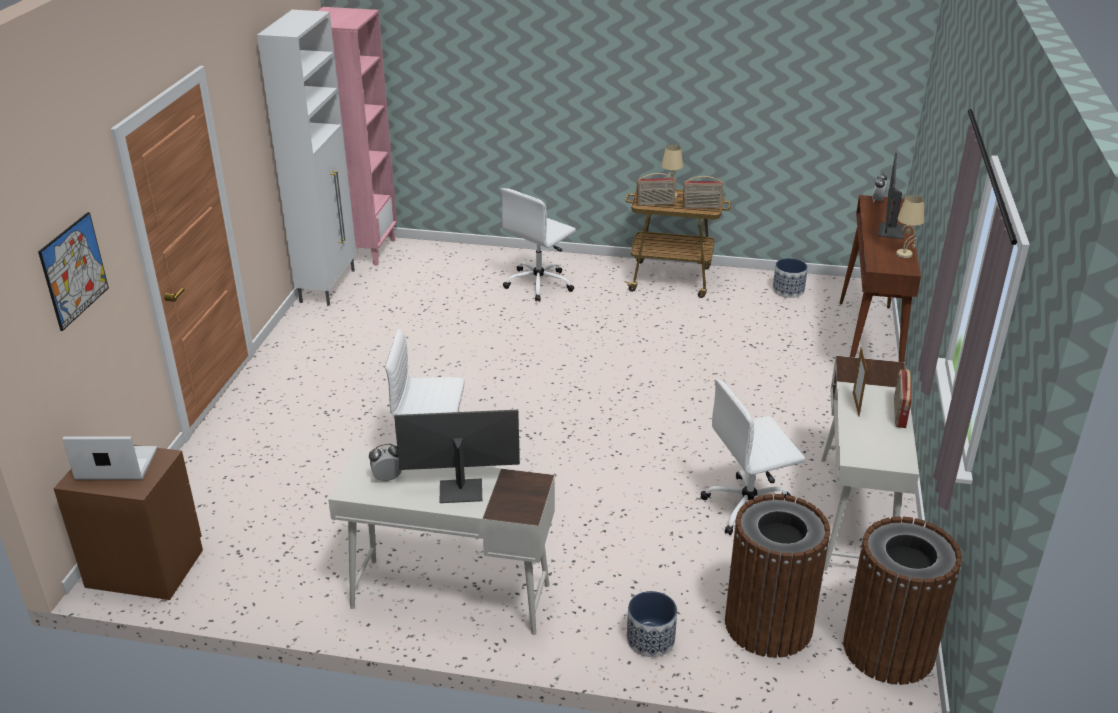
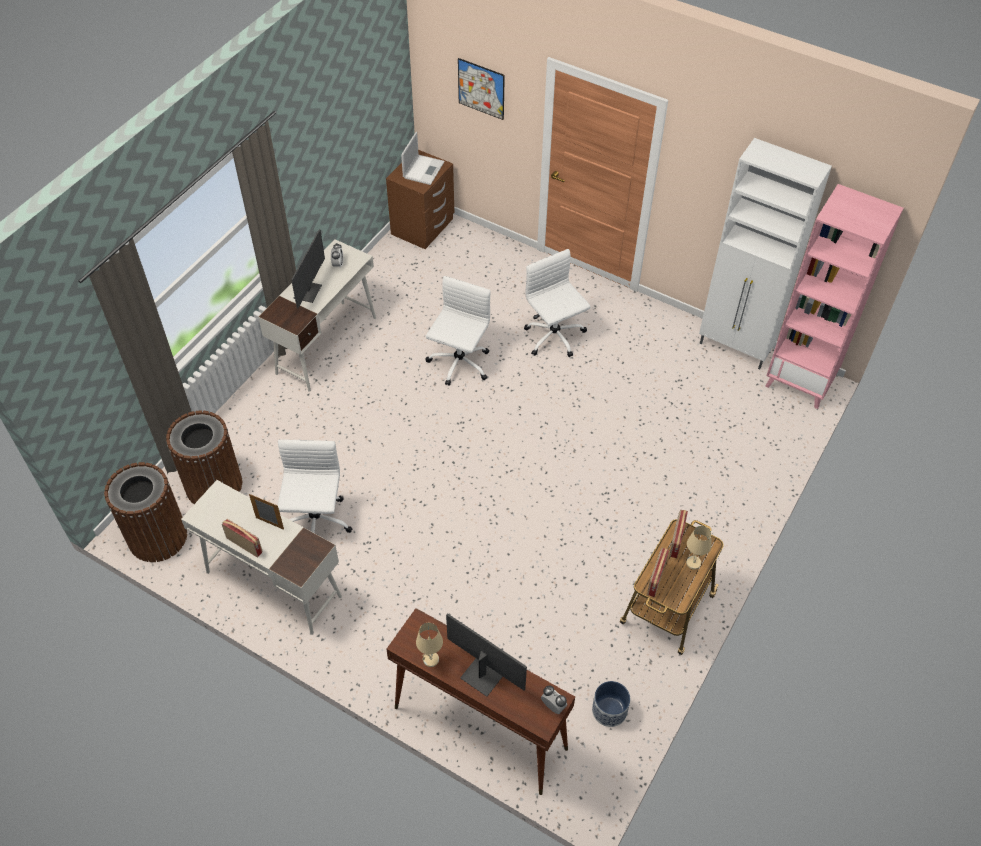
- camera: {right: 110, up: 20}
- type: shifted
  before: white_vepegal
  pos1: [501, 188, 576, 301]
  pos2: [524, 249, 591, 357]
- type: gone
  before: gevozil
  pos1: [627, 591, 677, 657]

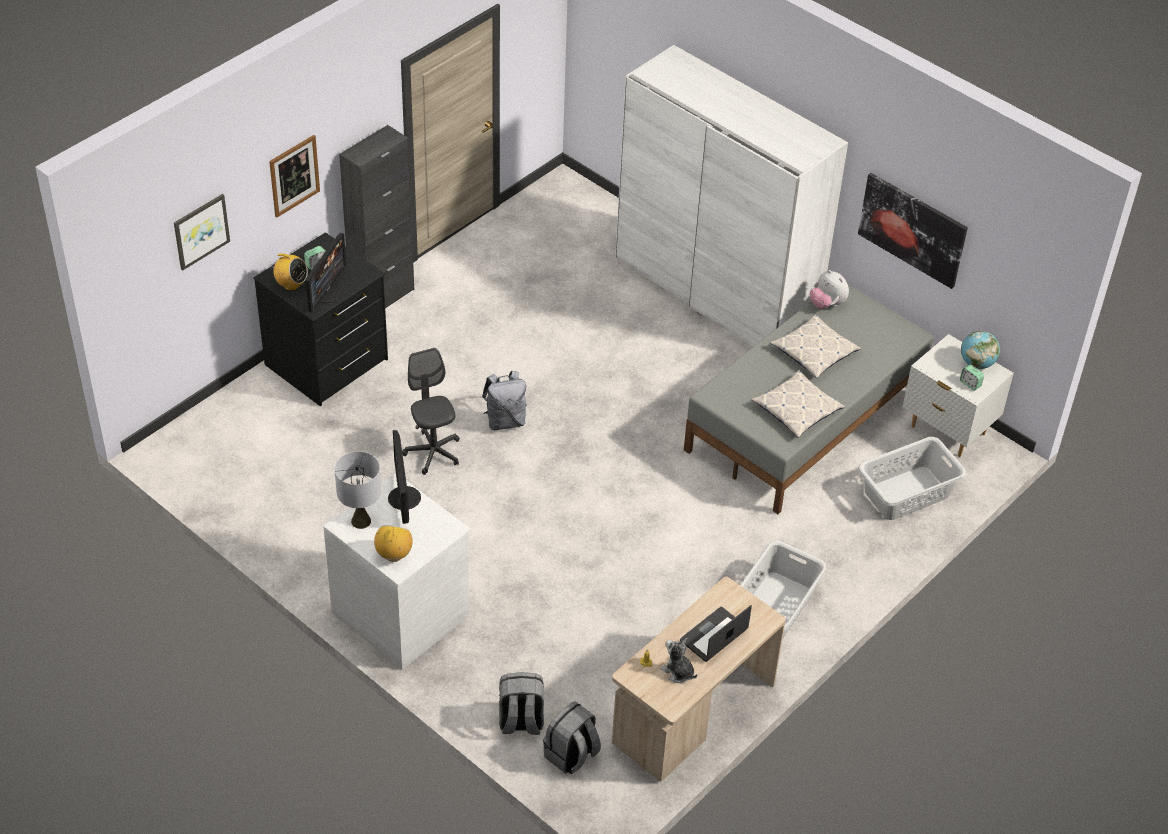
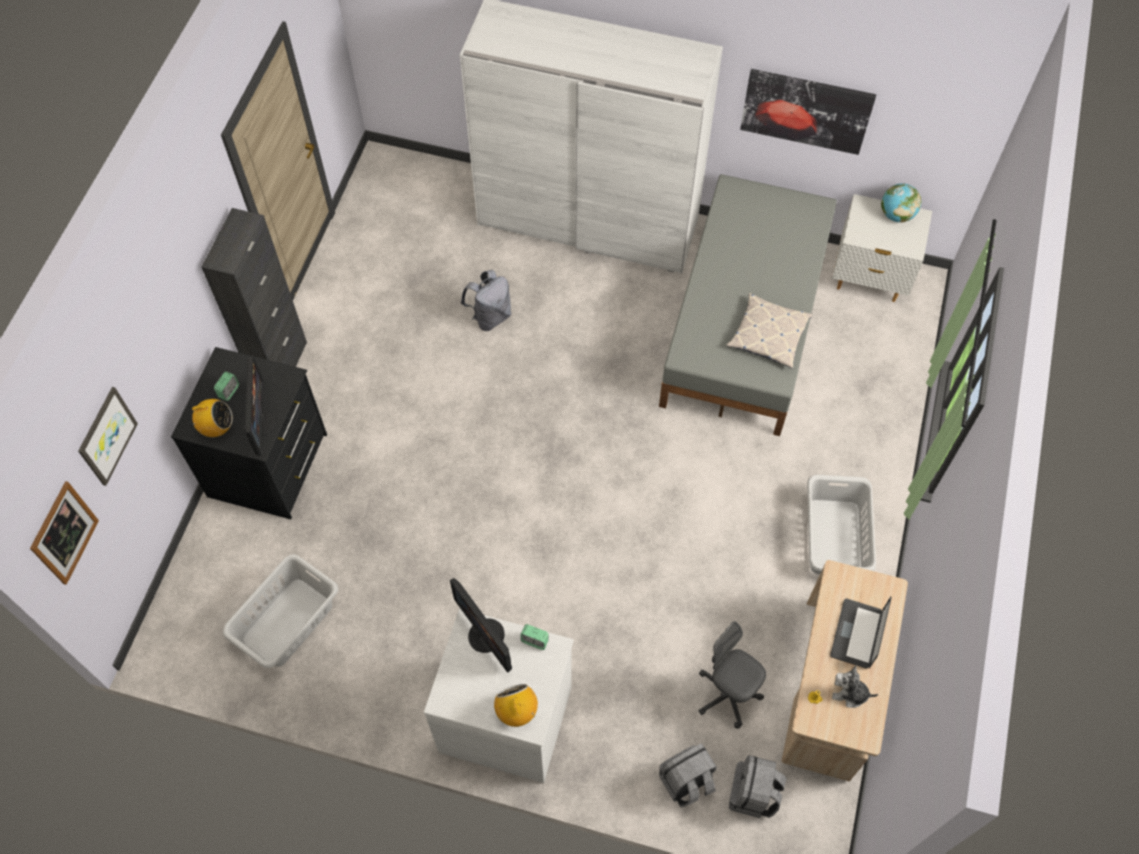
- camera: {right: -25, up: 15}
- type: shifted
  before: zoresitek
  pos1: [269, 135, 320, 218]
  pos2: [30, 481, 99, 585]
- type: shifted
  before: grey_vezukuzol
  pos1: [858, 437, 966, 520]
  pos2: [223, 554, 338, 668]
- type: shifted
  before: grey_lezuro
  pos1: [482, 371, 527, 431]
  pos2: [461, 270, 511, 331]
- type: shifted
  before: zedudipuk
  pos1: [960, 364, 984, 391]
  pos2: [521, 624, 549, 650]
- type: shifted
  before: grey_vepegal
  pos1: [402, 348, 460, 475]
  pos2: [699, 621, 766, 728]
- type: gone
  before: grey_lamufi
  pos1: [335, 451, 381, 529]
- type: gone
  before: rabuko
  pos1: [770, 314, 861, 378]
- type: gone
  before: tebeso
  pos1: [810, 270, 849, 309]

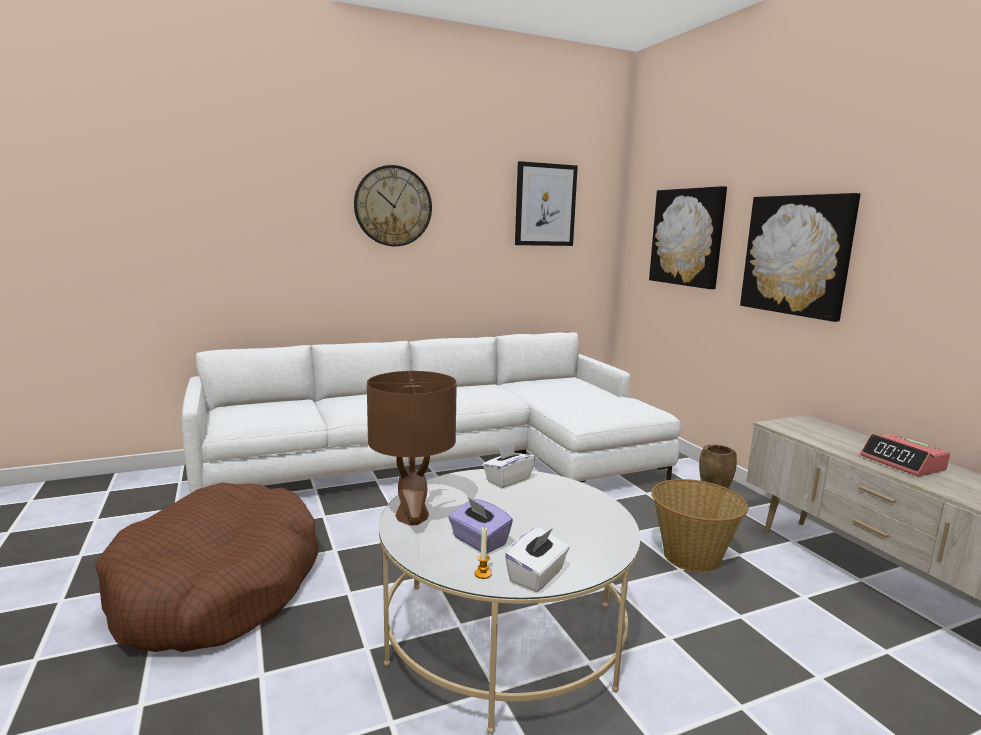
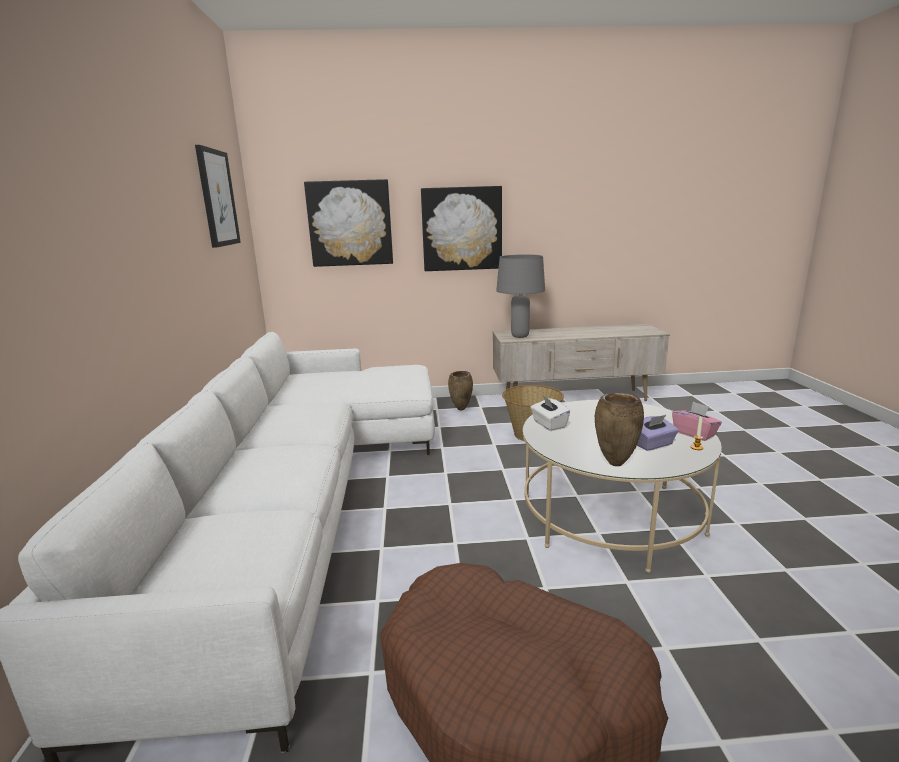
- camera: {right: -70, up: 5}
- type: new
  after: grey_lamufi
  pos2: [496, 254, 545, 338]
- type: swapped
  before: brown_lamufi
  after: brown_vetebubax
  pos1: [367, 371, 457, 526]
  pos2: [595, 393, 644, 466]
- type: repainted
  before: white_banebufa
  after: pink_banebufa
  pos1: [505, 528, 570, 592]
  pos2: [672, 402, 722, 441]
- type: gone
  before: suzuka
  pos1: [354, 165, 432, 247]
- type: gone
  before: zedudipuk
  pos1: [860, 434, 950, 476]

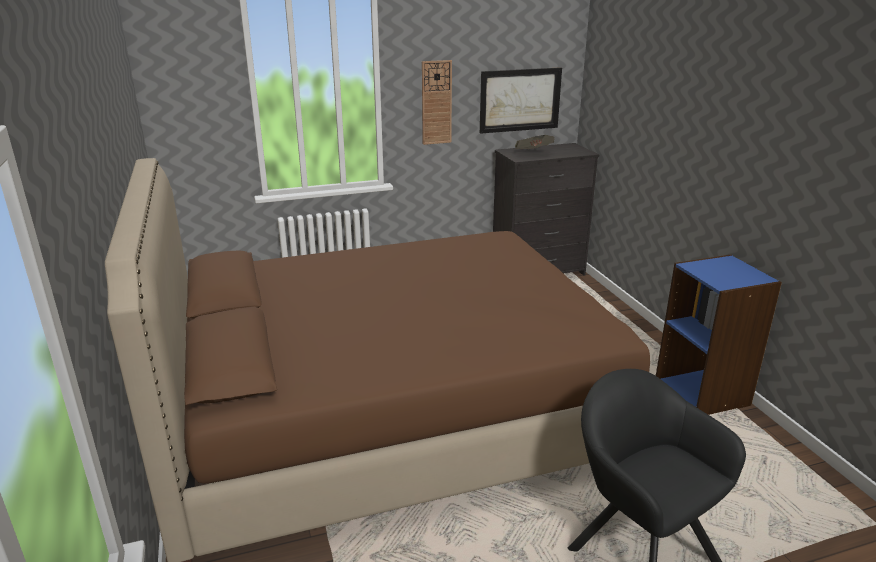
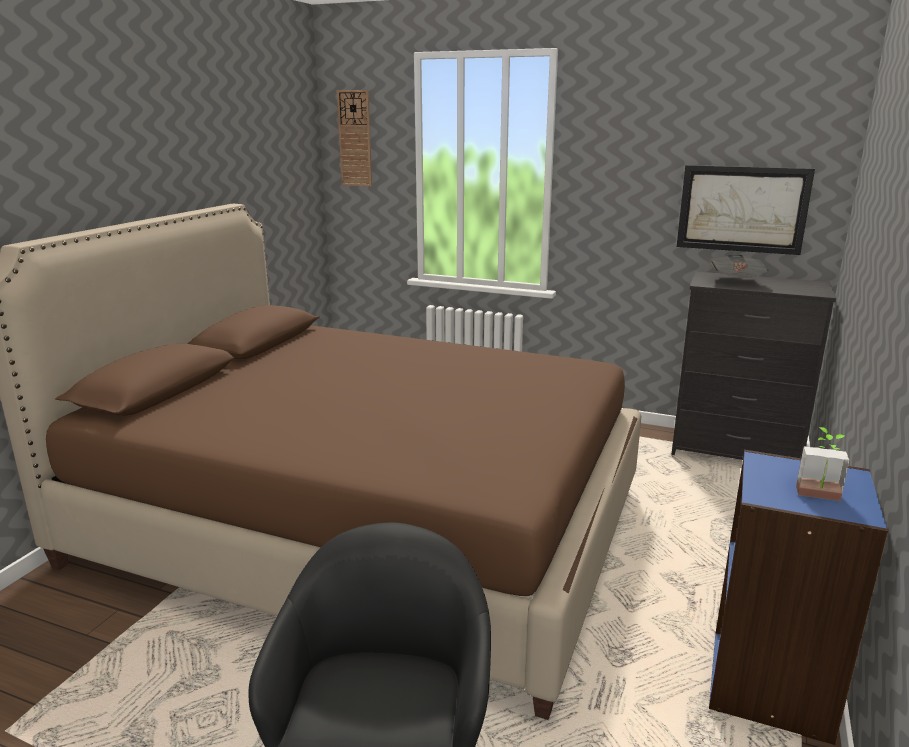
- camera: {right: 40, up: -5}
- type: shifted
  before: suzuka
  pos1: [422, 60, 452, 145]
  pos2: [337, 90, 372, 186]
- type: new
  after: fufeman
  pos2: [796, 427, 850, 501]

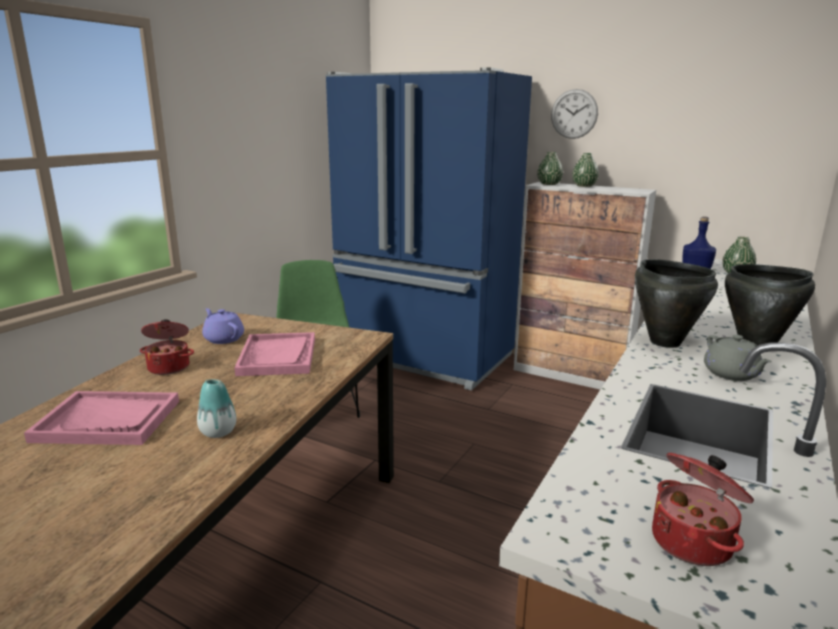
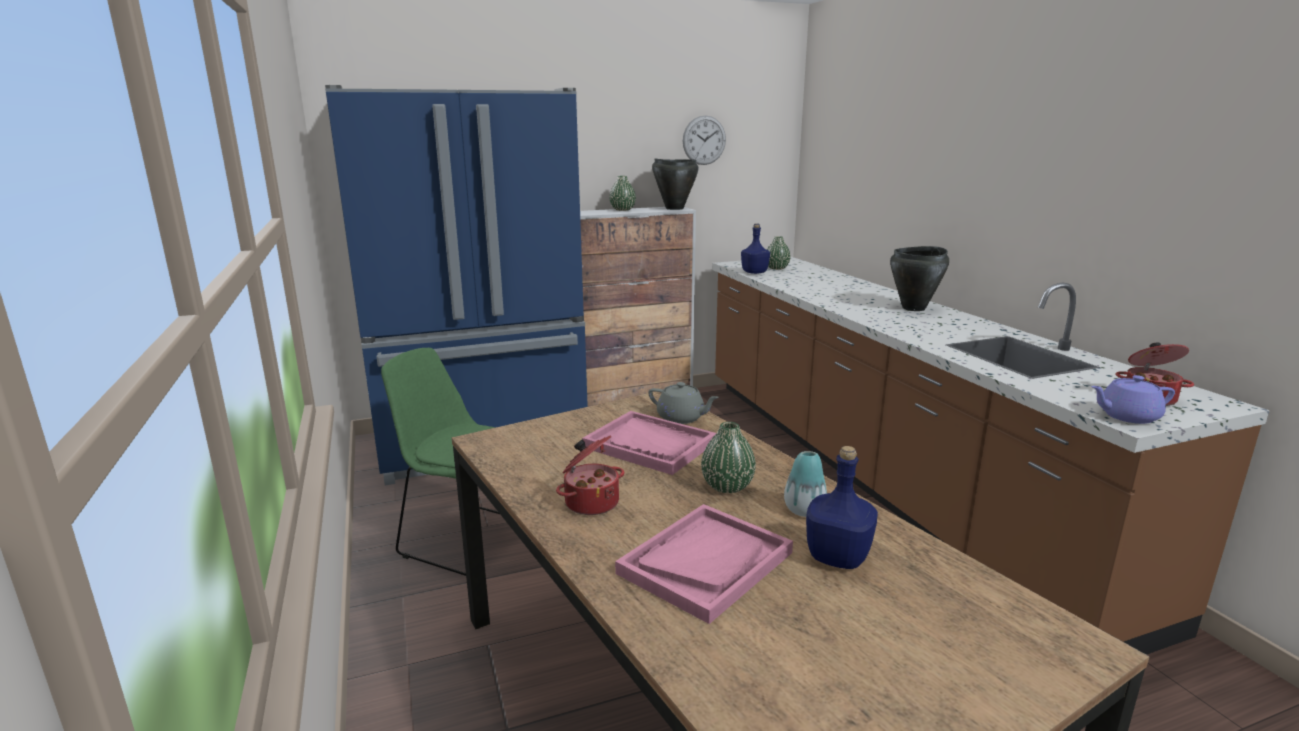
- camera: {right: -50, up: 0}
- type: shifted
  before: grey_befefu
  pos1: [704, 335, 772, 381]
  pos2: [648, 382, 719, 424]
- type: shifted
  before: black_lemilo
  pos1: [635, 259, 718, 348]
  pos2: [652, 158, 698, 210]
- type: shifted
  before: suzuka
  pos1: [551, 89, 598, 139]
  pos2: [683, 115, 726, 165]
- type: shifted
  before: green_vetebubax
  pos1: [538, 152, 563, 185]
  pos2: [701, 422, 756, 493]
- type: new
  after: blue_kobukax
  pos2: [806, 446, 878, 569]
- type: shifted
  before: purple_befefu
  pos1: [202, 308, 244, 344]
  pos2: [1091, 375, 1175, 424]

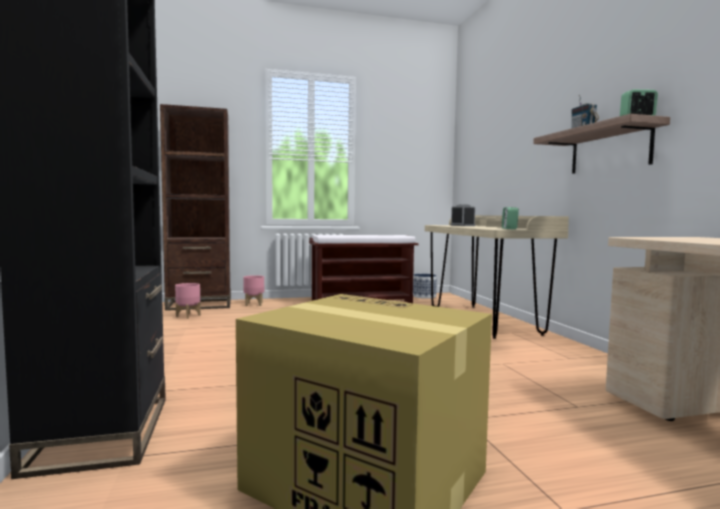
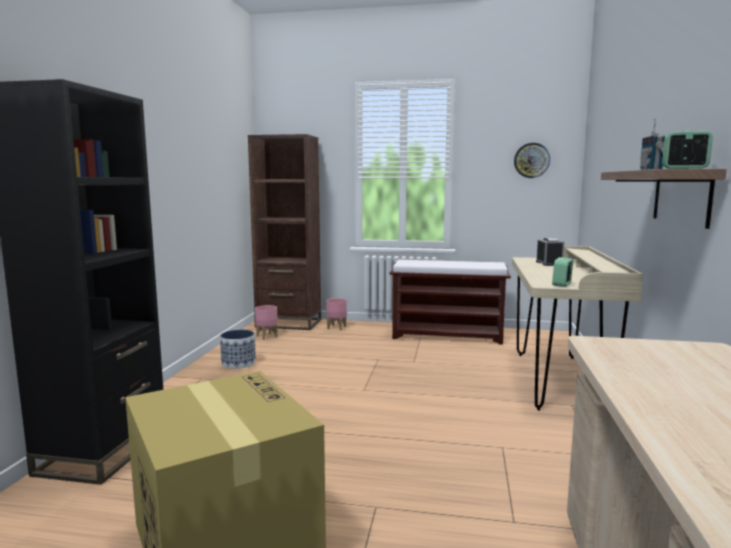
- camera: {right: 25, up: 5}
- type: shifted
  before: gevozil
  pos1: [413, 274, 437, 299]
  pos2: [220, 330, 256, 369]
- type: new
  after: suzuka
  pos2: [514, 143, 550, 178]

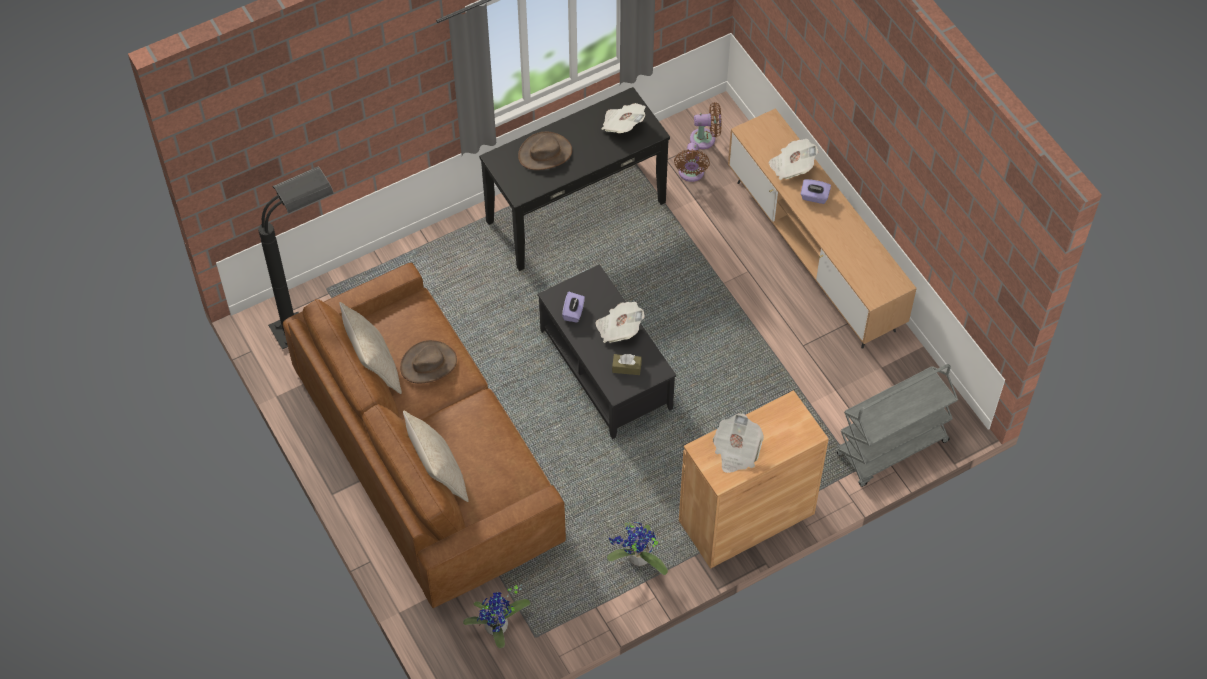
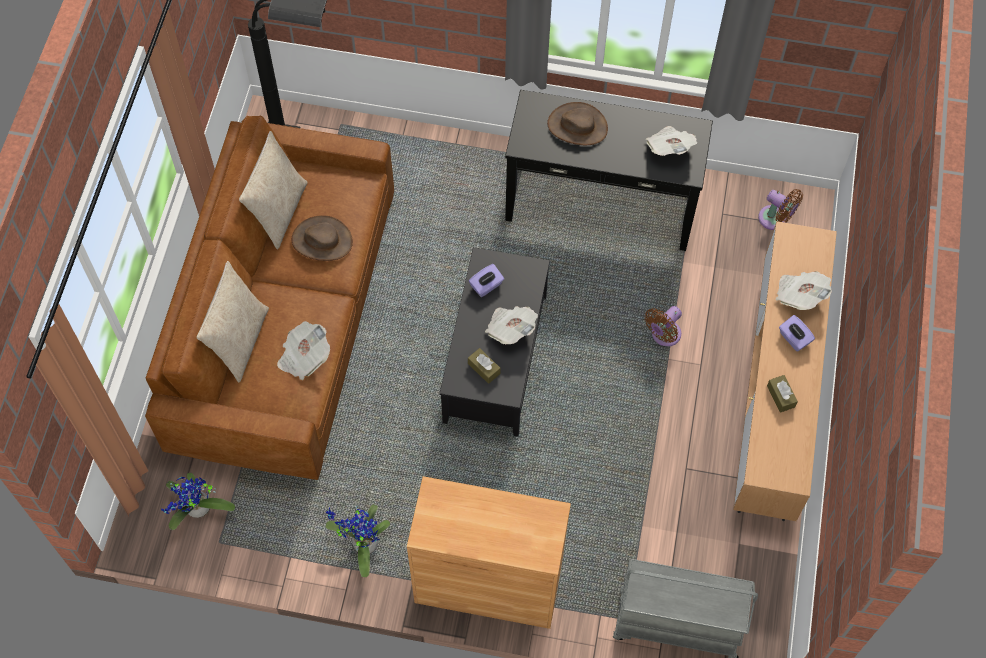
- camera: {right: 40, up: 5}
- type: shifted
  before: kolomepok
  pos1: [713, 414, 764, 473]
  pos2: [277, 321, 330, 380]
- type: shifted
  before: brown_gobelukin
  pos1: [674, 142, 710, 182]
  pos2: [645, 306, 682, 346]
- type: new
  after: brown_banebufa
  pos2: [767, 375, 798, 413]

